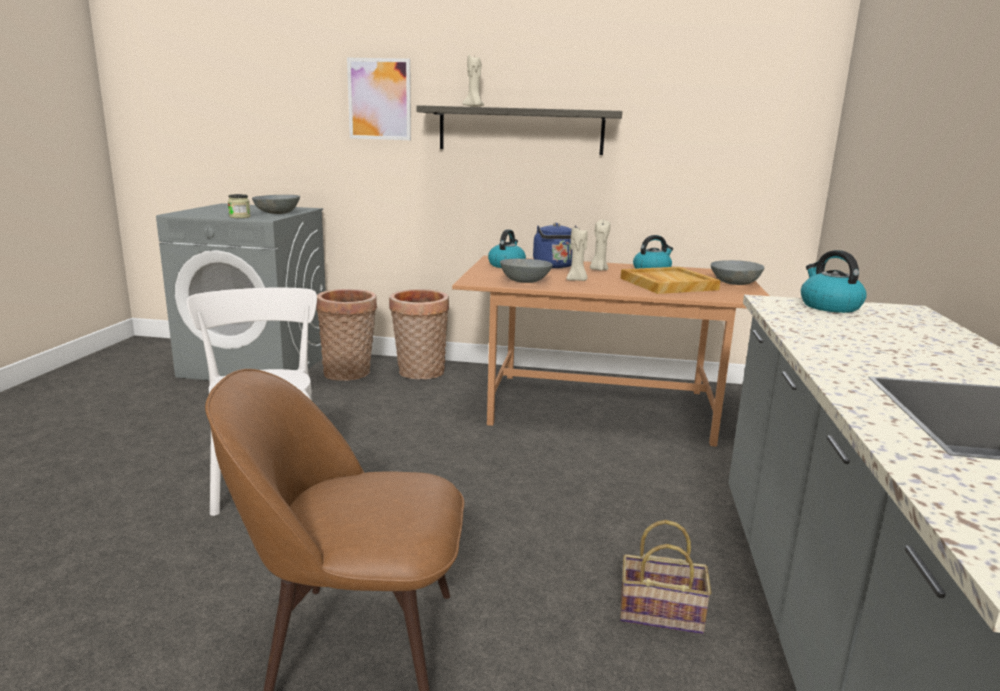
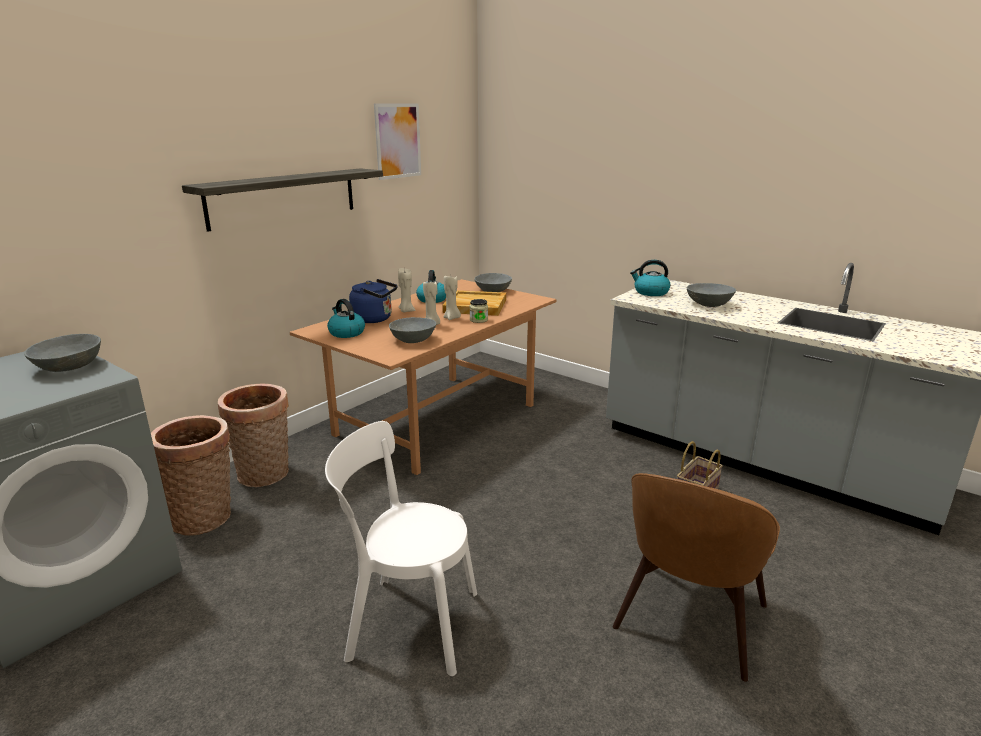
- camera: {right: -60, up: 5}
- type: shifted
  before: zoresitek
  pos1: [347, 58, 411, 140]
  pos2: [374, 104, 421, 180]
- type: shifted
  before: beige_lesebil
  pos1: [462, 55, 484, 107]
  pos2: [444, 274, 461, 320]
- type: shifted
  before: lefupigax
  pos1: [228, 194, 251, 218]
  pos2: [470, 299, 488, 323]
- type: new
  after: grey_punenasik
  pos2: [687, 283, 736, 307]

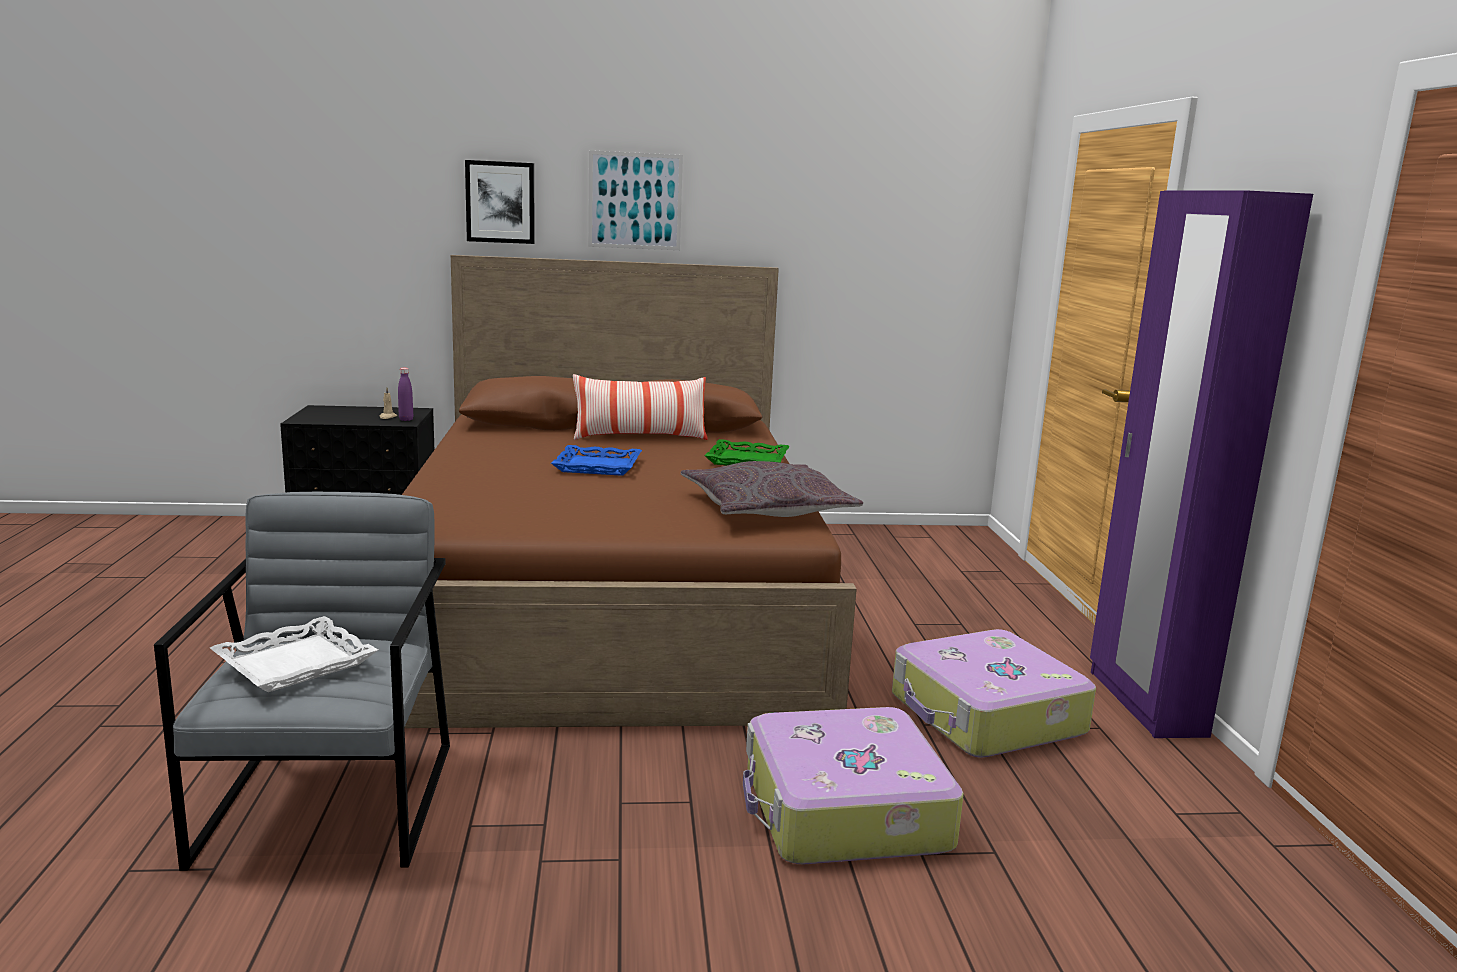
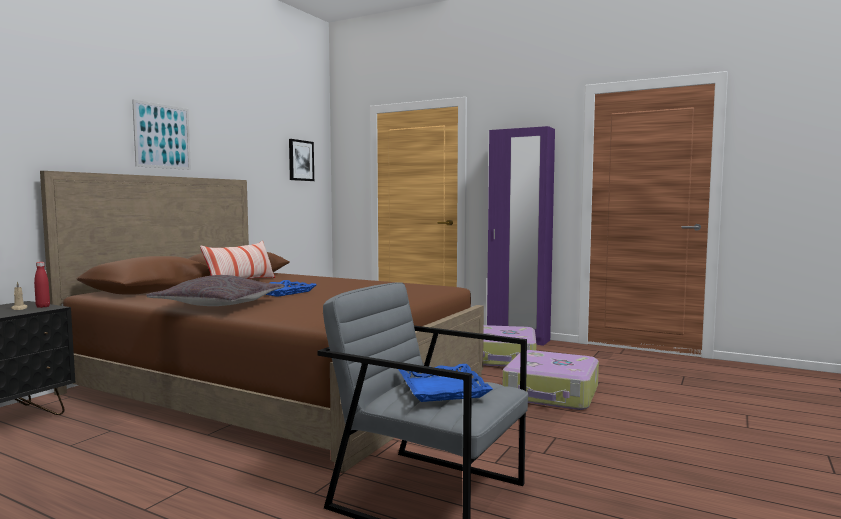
- camera: {right: -55, up: -10}
- type: repainted
  before: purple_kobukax
  after: red_kobukax
  pos1: [398, 368, 413, 421]
  pos2: [34, 262, 50, 308]
- type: shifted
  before: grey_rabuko
  pos1: [681, 461, 863, 517]
  pos2: [146, 275, 285, 306]
- type: shifted
  before: zoresitek
  pos1: [465, 160, 535, 244]
  pos2: [289, 139, 314, 181]
- type: repainted
  before: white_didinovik
  after: blue_didinovik
  pos1: [210, 616, 378, 692]
  pos2: [398, 364, 493, 402]
- type: gone
  before: green_didinovik
  pos1: [704, 439, 790, 465]

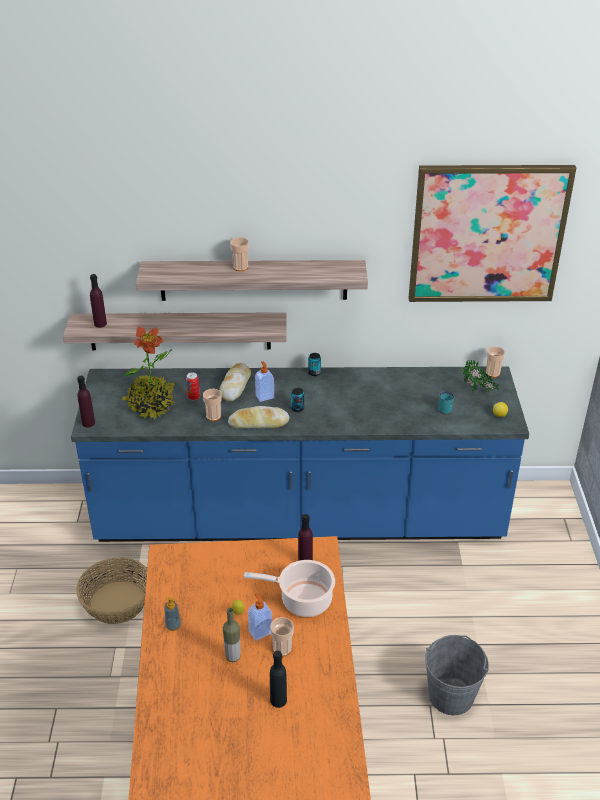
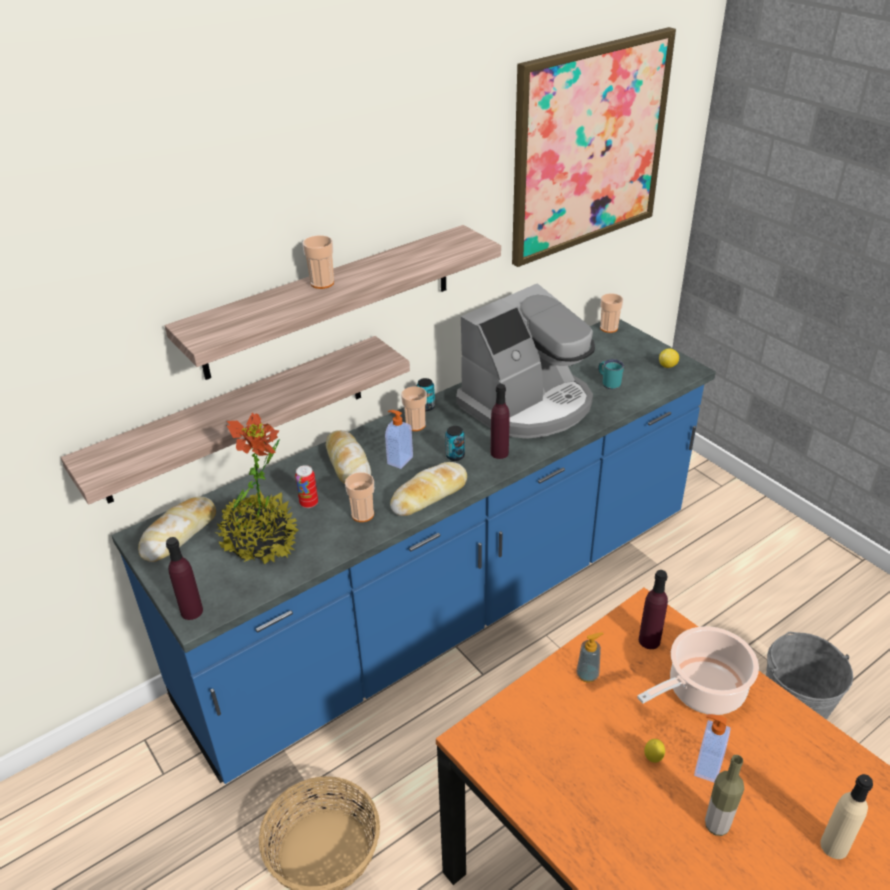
- camera: {right: -35, up: 0}
- type: new
  after: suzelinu
  pos2: [138, 497, 216, 562]
- type: shifted
  before: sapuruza
  pos1: [270, 617, 294, 657]
  pos2: [401, 386, 427, 431]
- type: new
  after: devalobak
  pos2: [456, 283, 595, 439]
- type: shifted
  before: purple_kobukax
  pos1: [90, 274, 107, 328]
  pos2: [491, 384, 510, 459]
- type: shifted
  before: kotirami
  pos1: [164, 597, 181, 631]
  pos2: [576, 632, 603, 683]
- type: repainted
  before: black_kobukax
  after: beige_kobukax
  pos1: [270, 651, 287, 708]
  pos2: [820, 774, 873, 859]
- type: gone
  before: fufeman
  pos1: [461, 360, 500, 392]

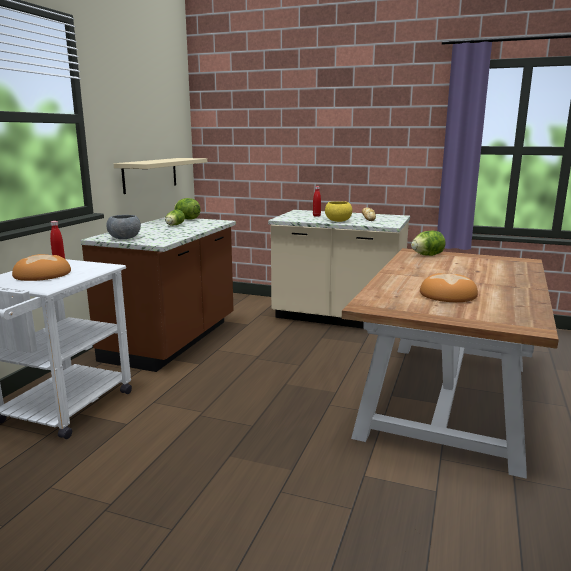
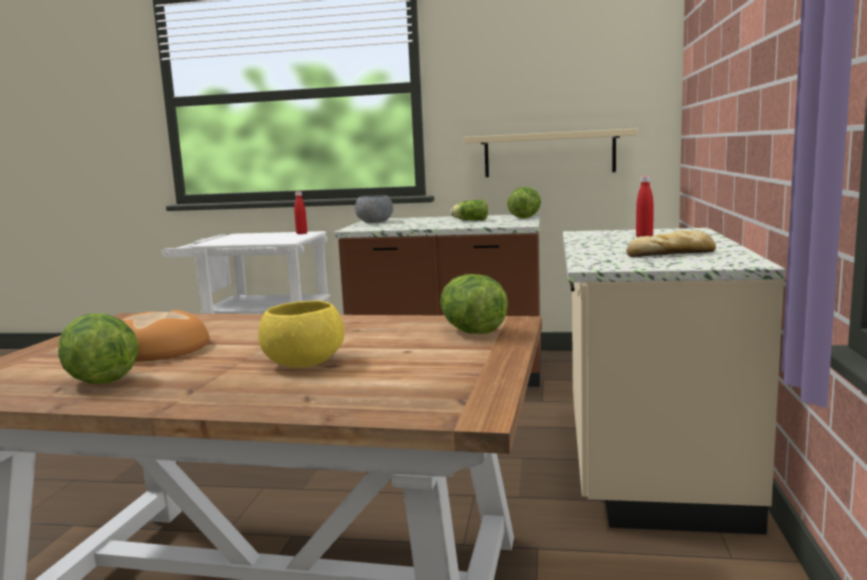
- camera: {right: 80, up: -5}
- type: new
  after: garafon
  pos2: [58, 313, 139, 384]
- type: shifted
  before: yellow_punenasik
  pos1: [325, 201, 352, 222]
  pos2: [258, 300, 344, 368]
- type: gone
  before: suzelinu
  pos1: [12, 254, 71, 281]

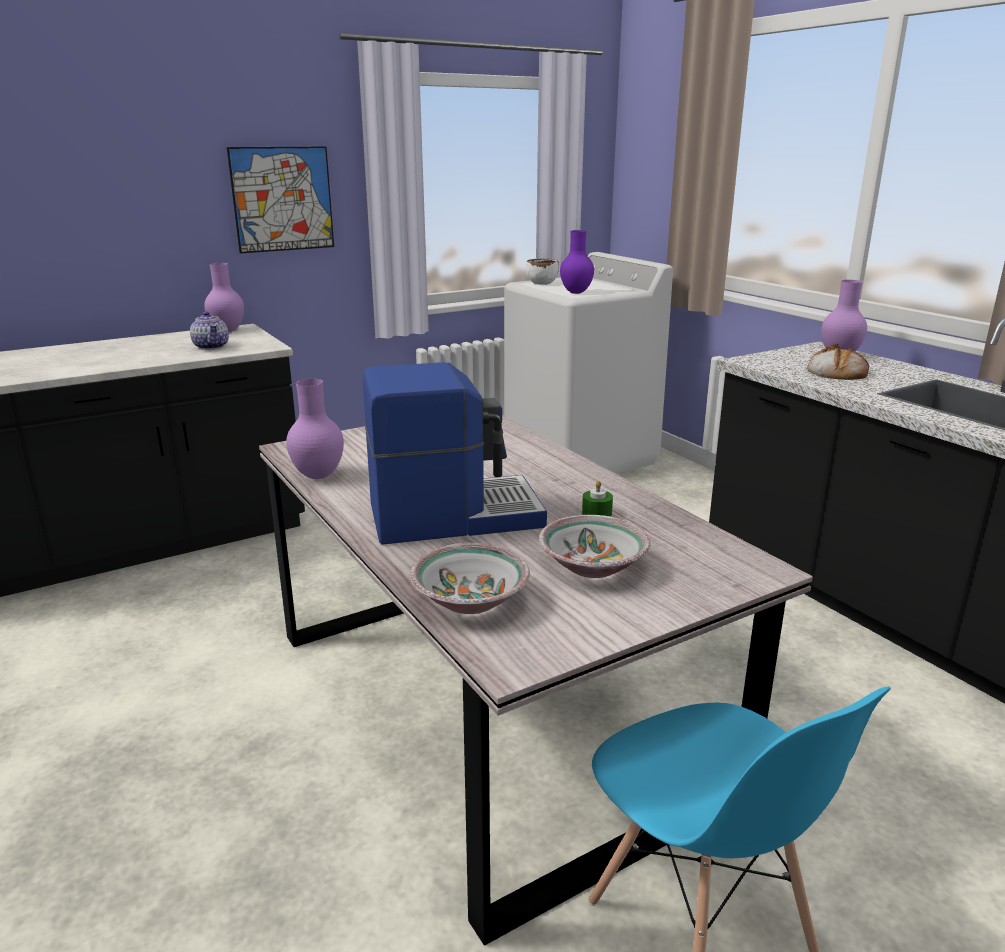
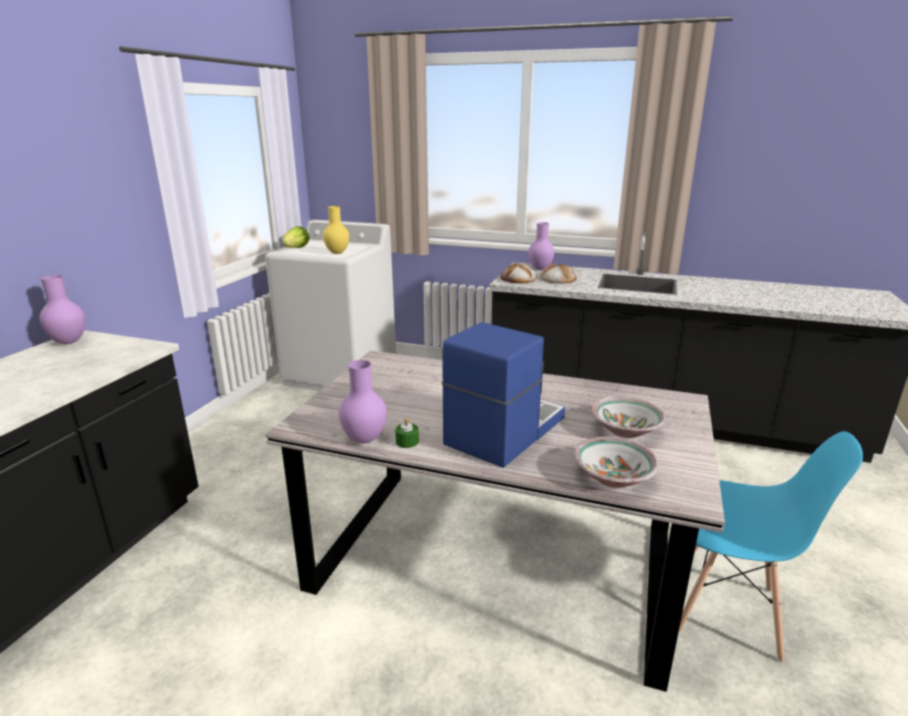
- camera: {right: -40, up: 0}
- type: swapped
  before: white_punenasik
  after: garafon
  pos1: [526, 259, 559, 285]
  pos2: [283, 226, 310, 248]
- type: repainted
  before: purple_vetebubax
  after: yellow_vetebubax
  pos1: [560, 230, 594, 294]
  pos2: [323, 206, 349, 254]
- type: shifted
  before: green_lesebil
  pos1: [582, 481, 613, 516]
  pos2: [395, 418, 419, 448]
- type: new
  after: suzelinu
  pos2: [500, 263, 537, 284]
- type: gone
  before: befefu
  pos1: [190, 311, 229, 350]
- type: gone
  before: zoresitek
  pos1: [227, 147, 334, 253]

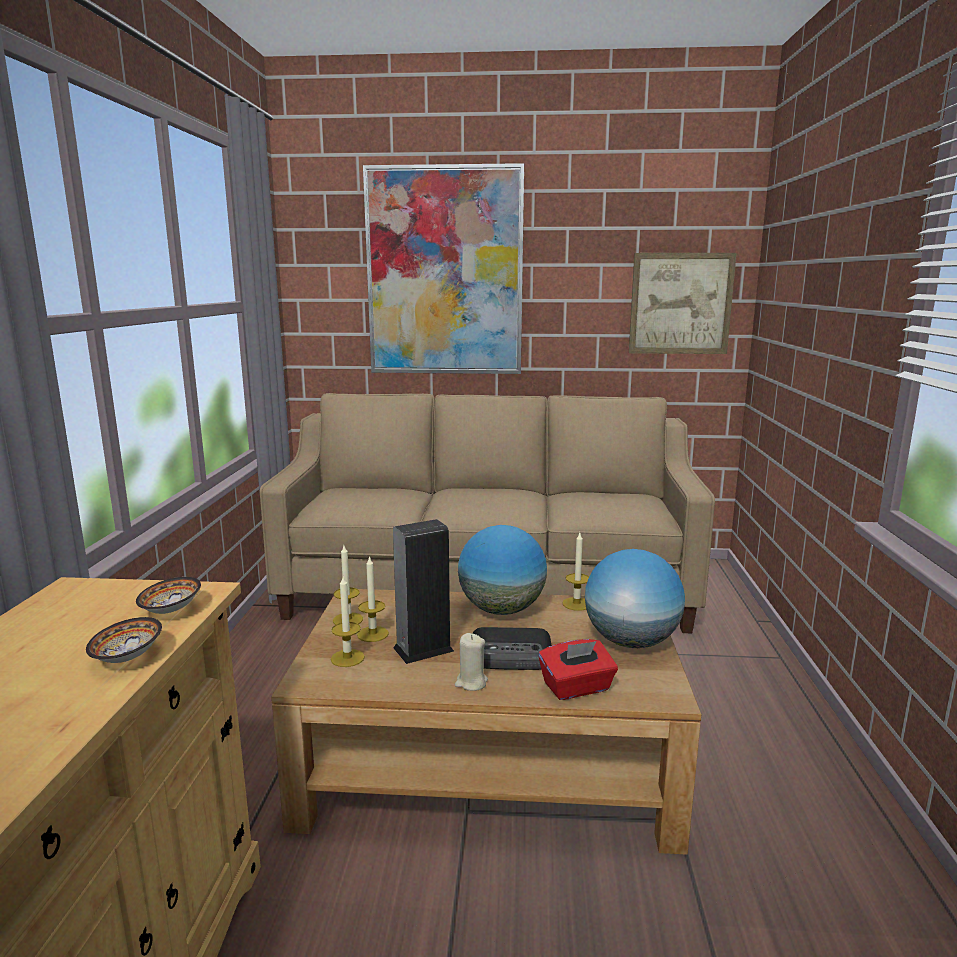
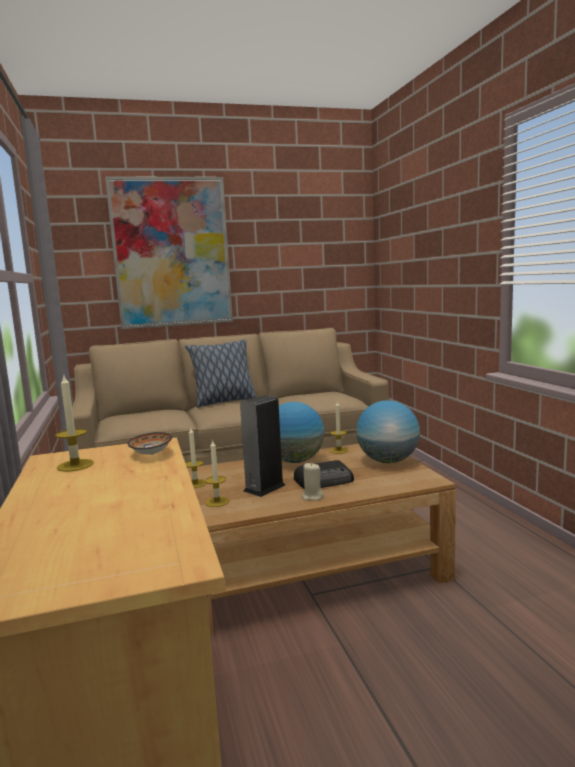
- camera: {right: -20, up: -5}
- type: shifted
  before: lesebil
  pos1: [357, 556, 389, 642]
  pos2: [55, 376, 94, 472]
- type: new
  after: rabuko
  pos2: [185, 339, 257, 408]
- type: gone
  before: punenasik
  pos1: [86, 617, 162, 663]
- type: gone
  before: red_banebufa
  pos1: [538, 639, 618, 700]
- type: gone
  before: zoresitek
  pos1: [629, 253, 737, 354]

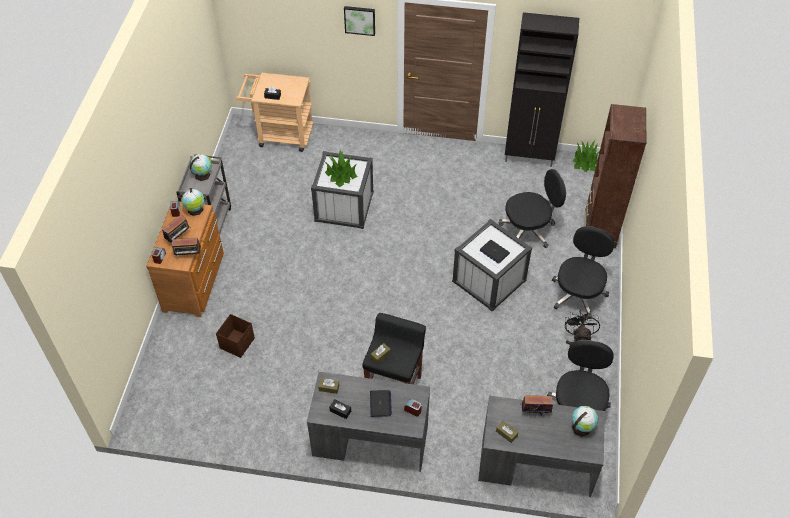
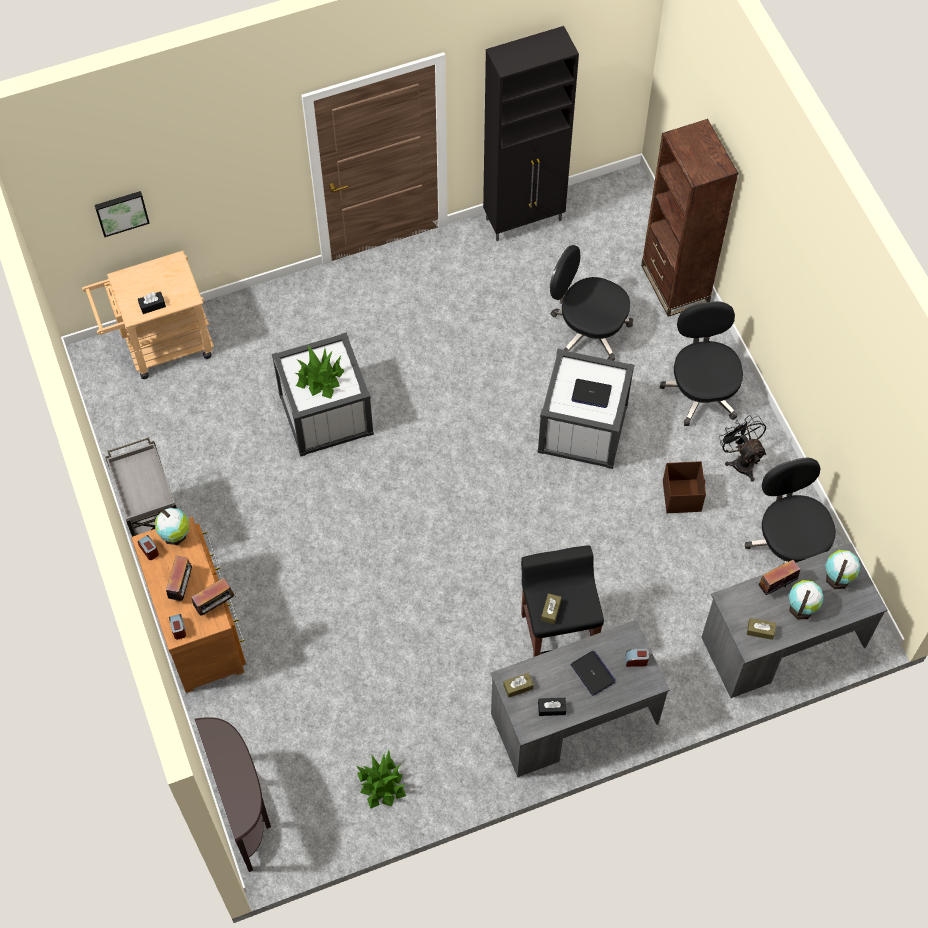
- camera: {right: -30, up: 10}
- type: shifted
  before: zoresitek
  pos1: [344, 6, 375, 36]
  pos2: [95, 191, 150, 237]
- type: new
  after: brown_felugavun
  pos2: [195, 717, 271, 872]
- type: shifted
  before: fufeman
  pos1: [572, 140, 600, 172]
  pos2: [356, 750, 406, 809]
- type: rotated
  before: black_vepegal
  pos1: [499, 169, 566, 248]
  pos2: [550, 245, 633, 361]
  turn: -105
- type: shifted
  before: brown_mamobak
  pos1: [216, 314, 255, 358]
  pos2: [663, 461, 706, 513]
- type: shifted
  before: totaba
  pos1: [189, 154, 212, 181]
  pos2: [788, 580, 824, 619]

